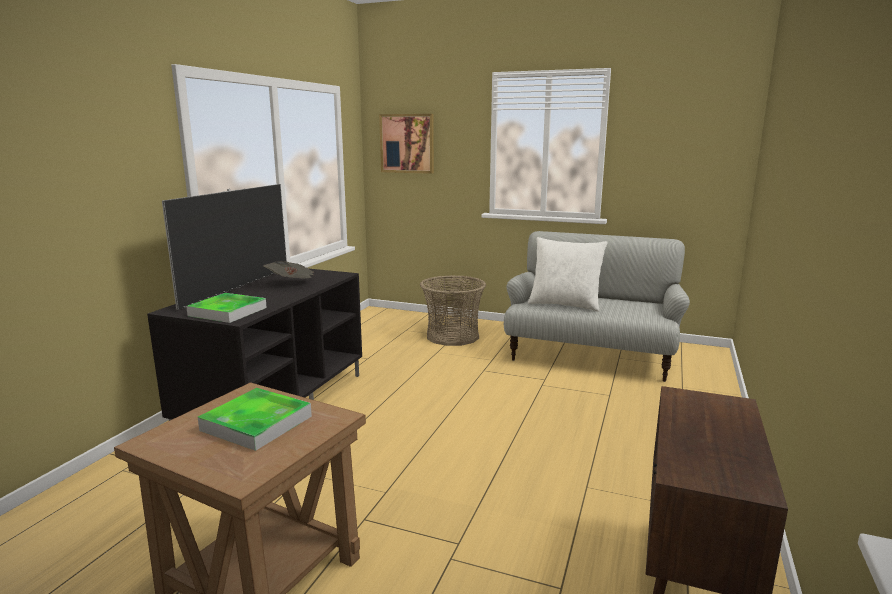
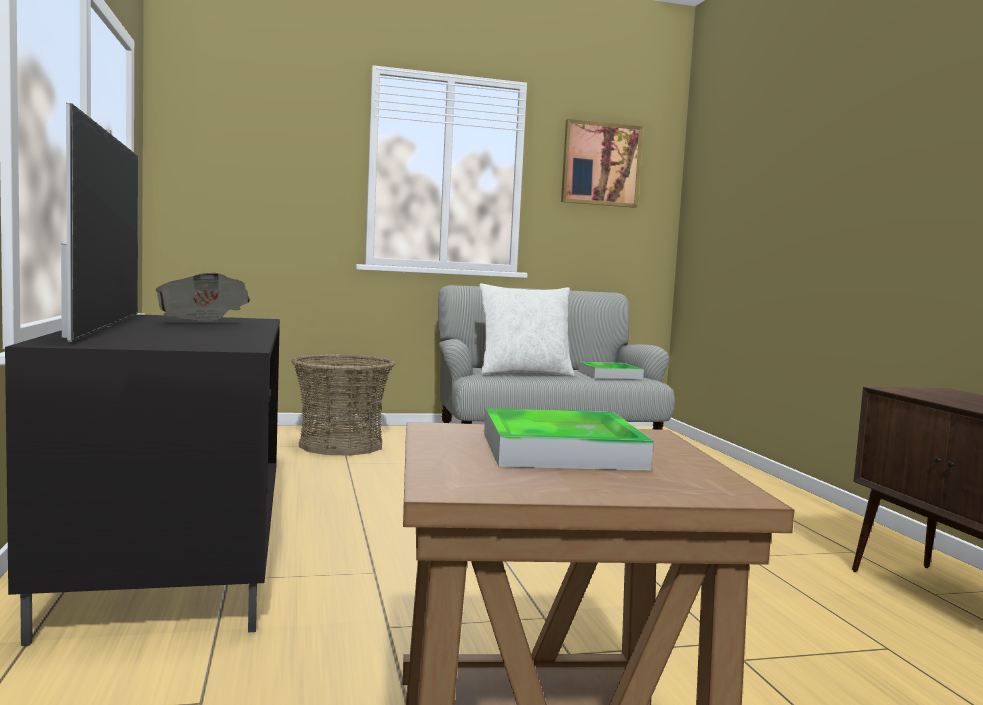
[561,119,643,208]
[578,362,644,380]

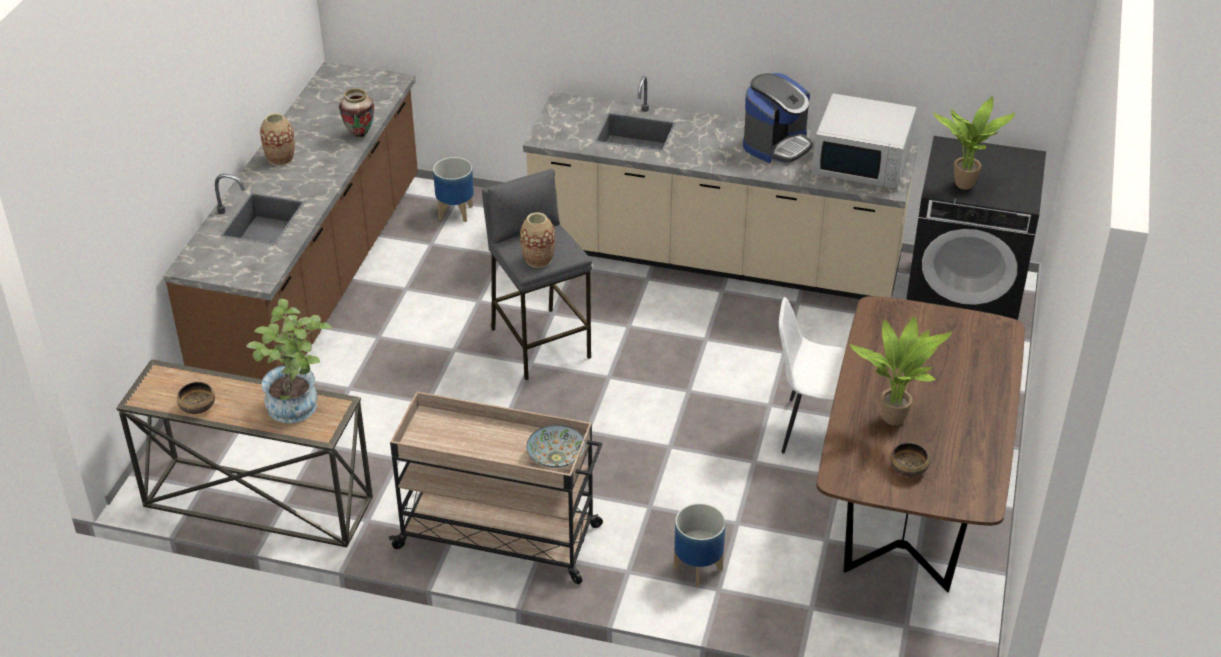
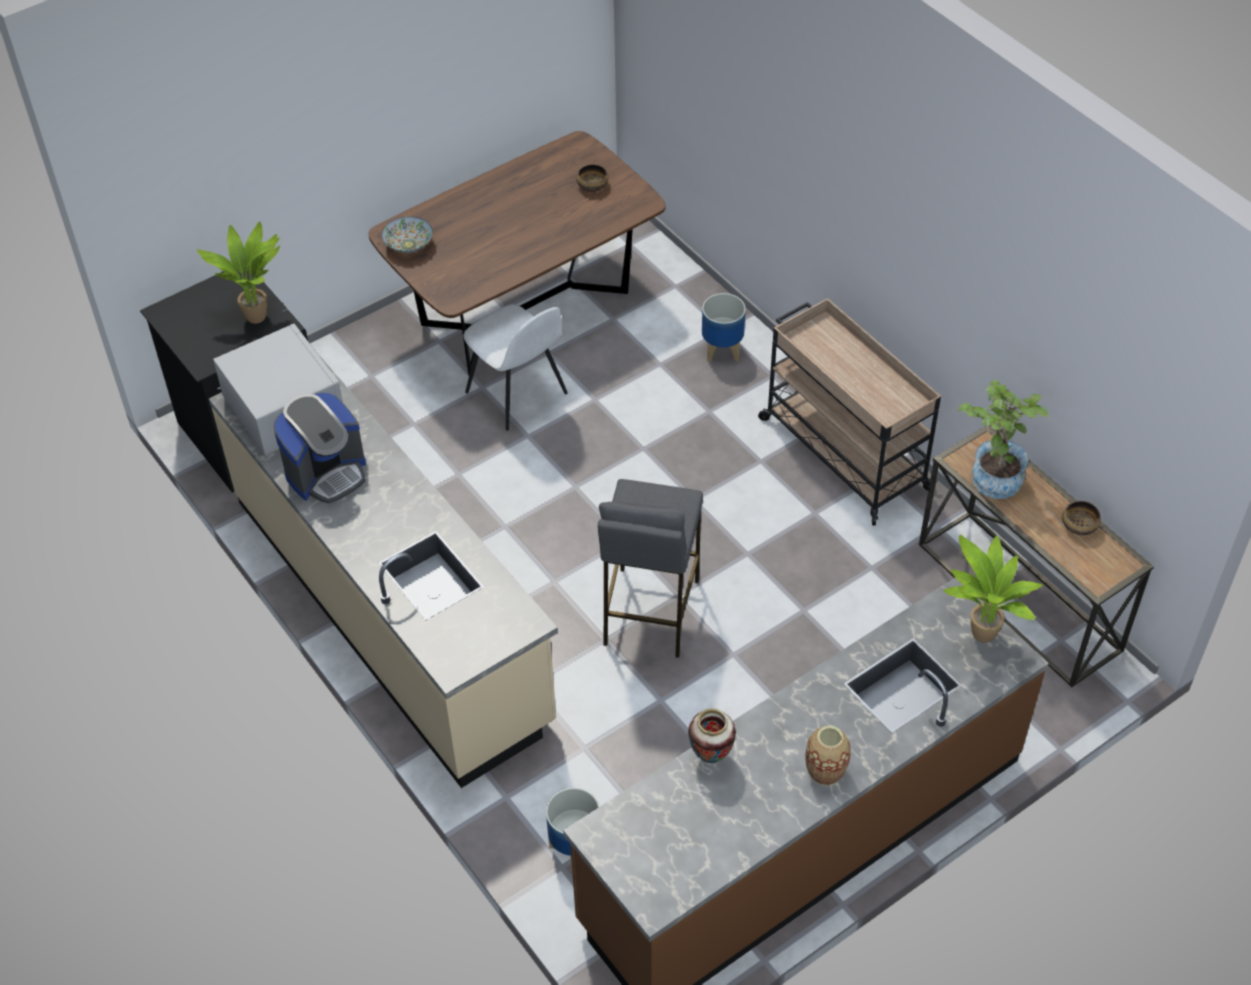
[273,393,366,504]
[382,217,433,253]
[944,535,1043,643]
[520,212,555,268] (first image)

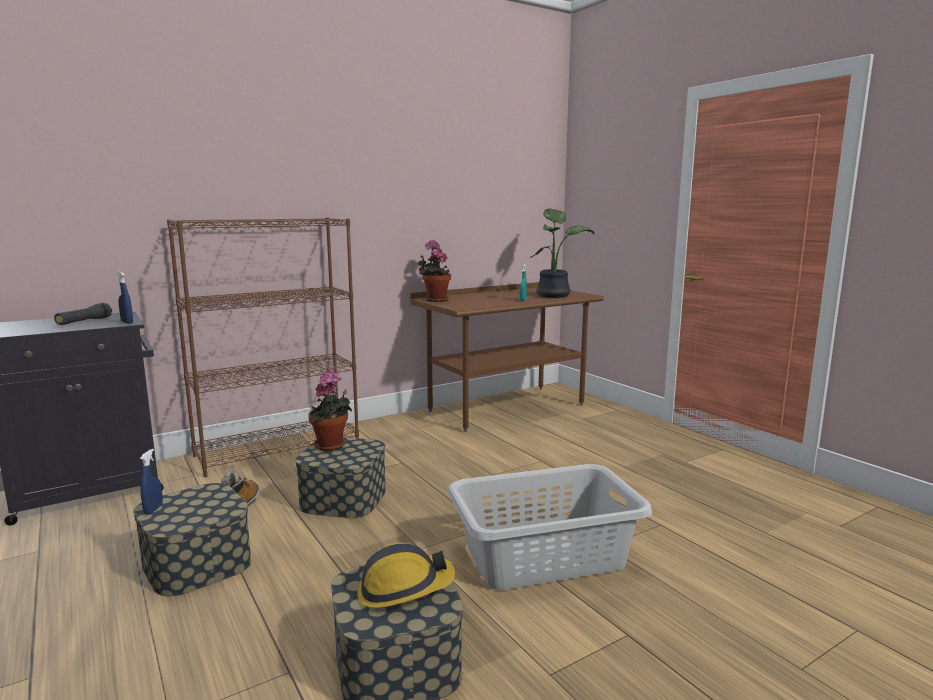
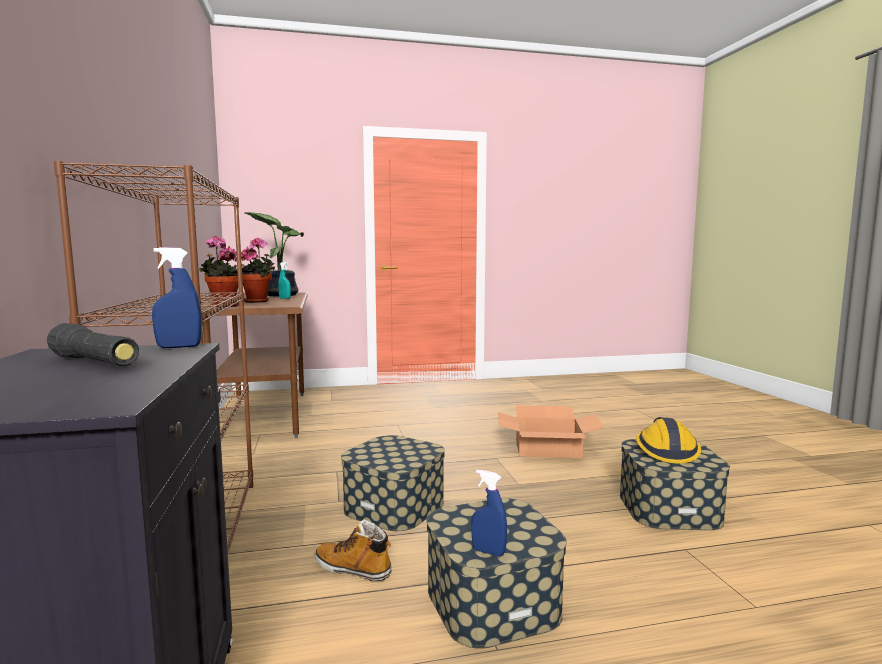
[241,238,275,303]
[498,405,605,458]

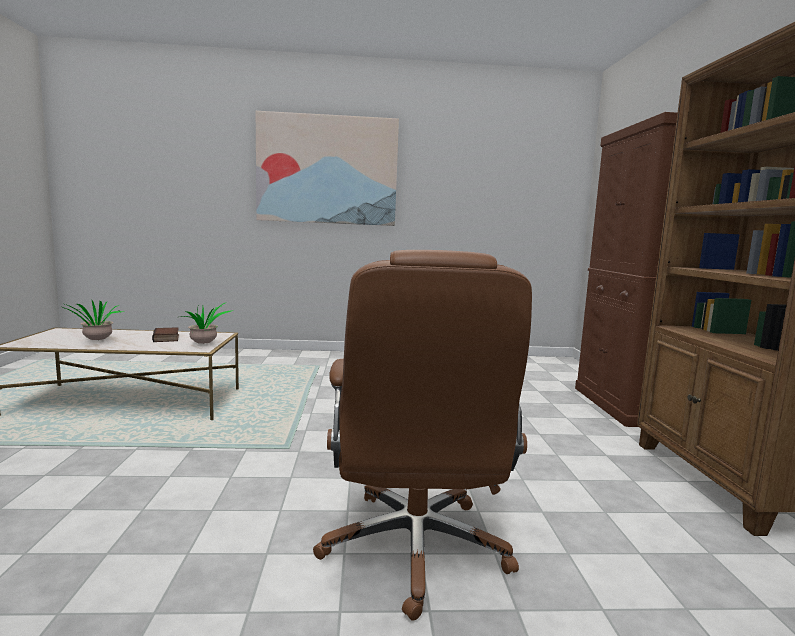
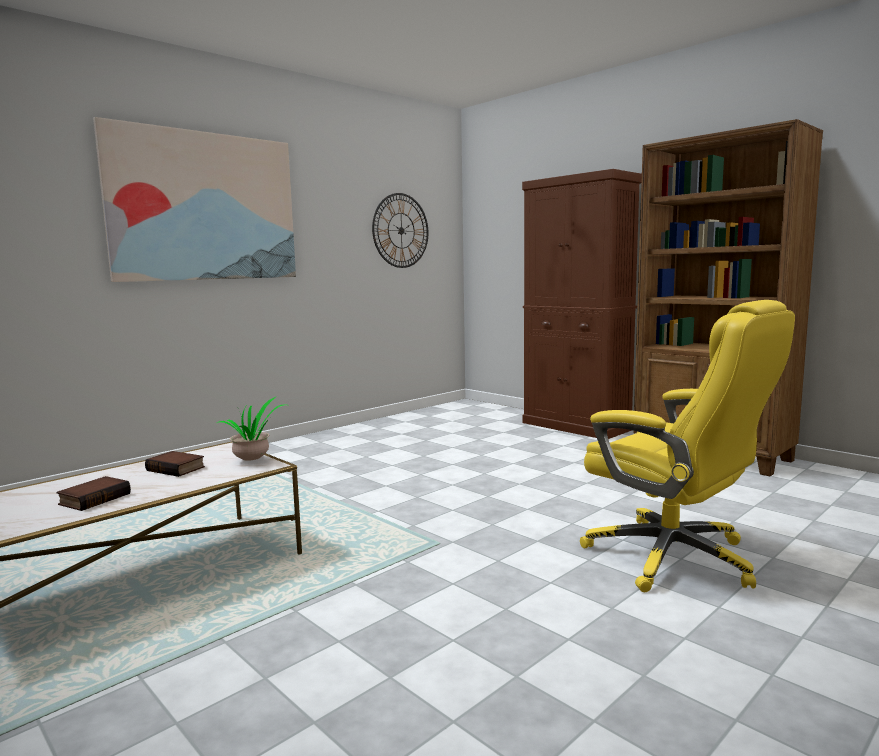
[56,476,131,511]
[372,193,428,268]
[580,300,795,592]

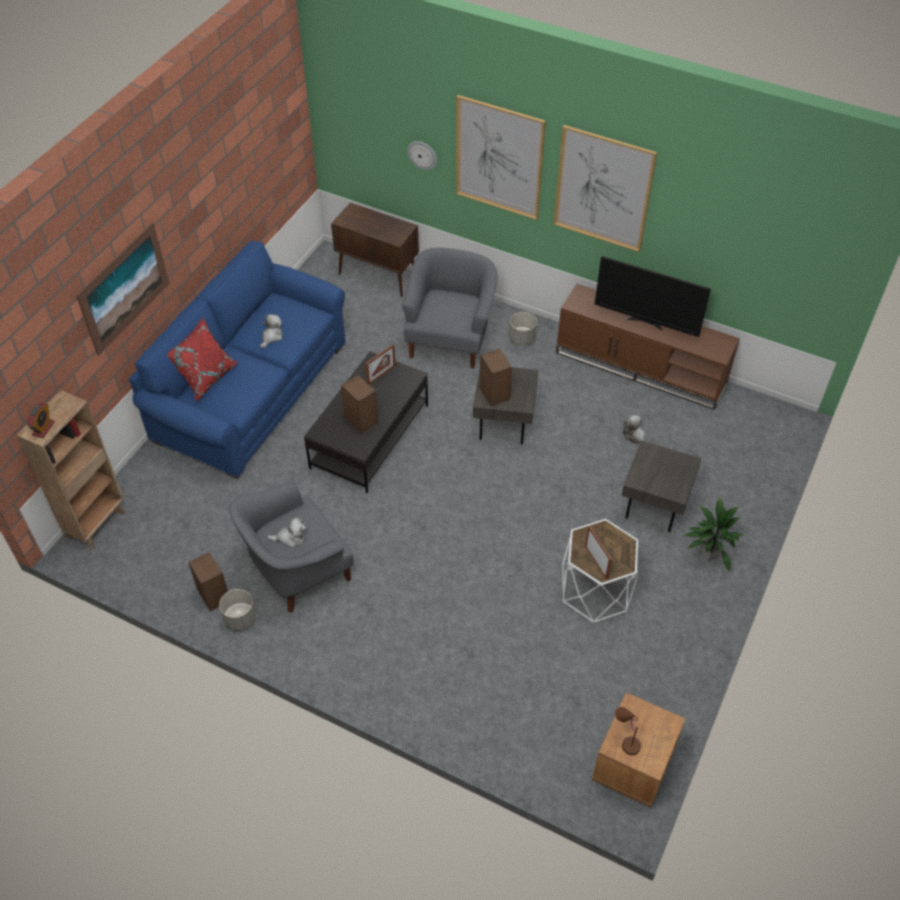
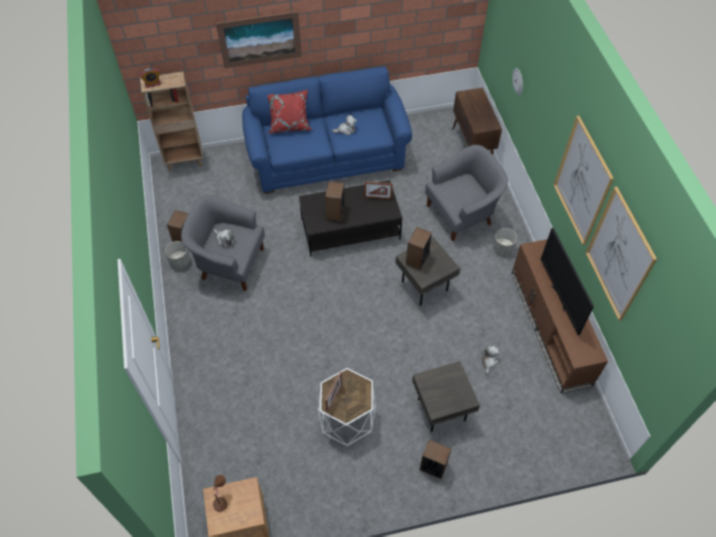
[419,440,451,479]
[586,187,657,321]

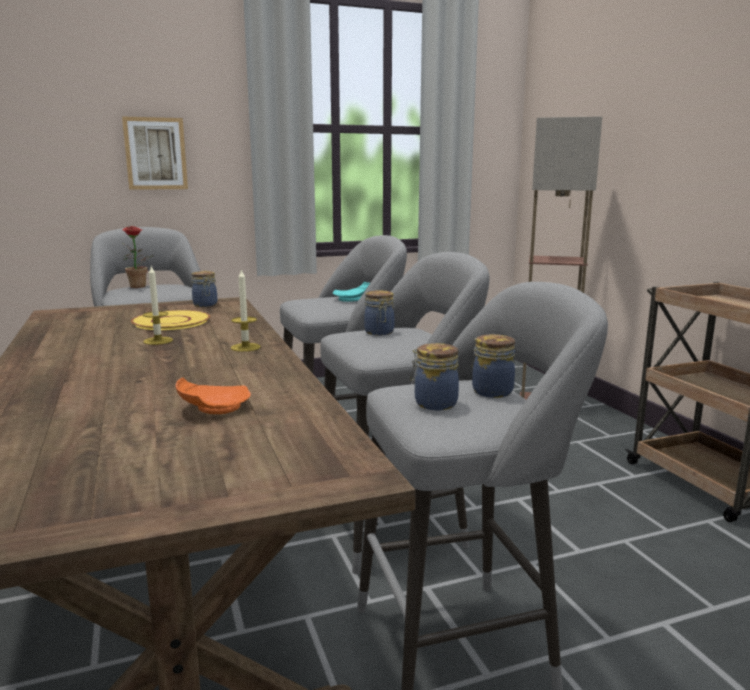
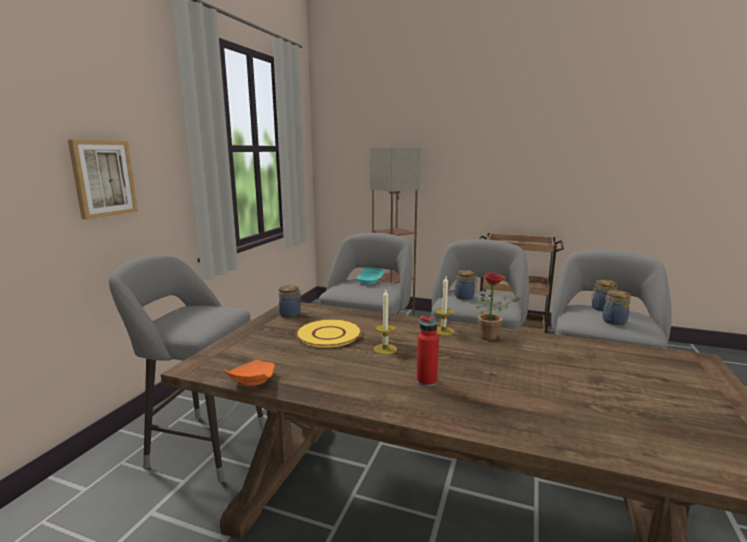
[224,360,275,386]
[417,316,439,387]
[476,272,521,341]

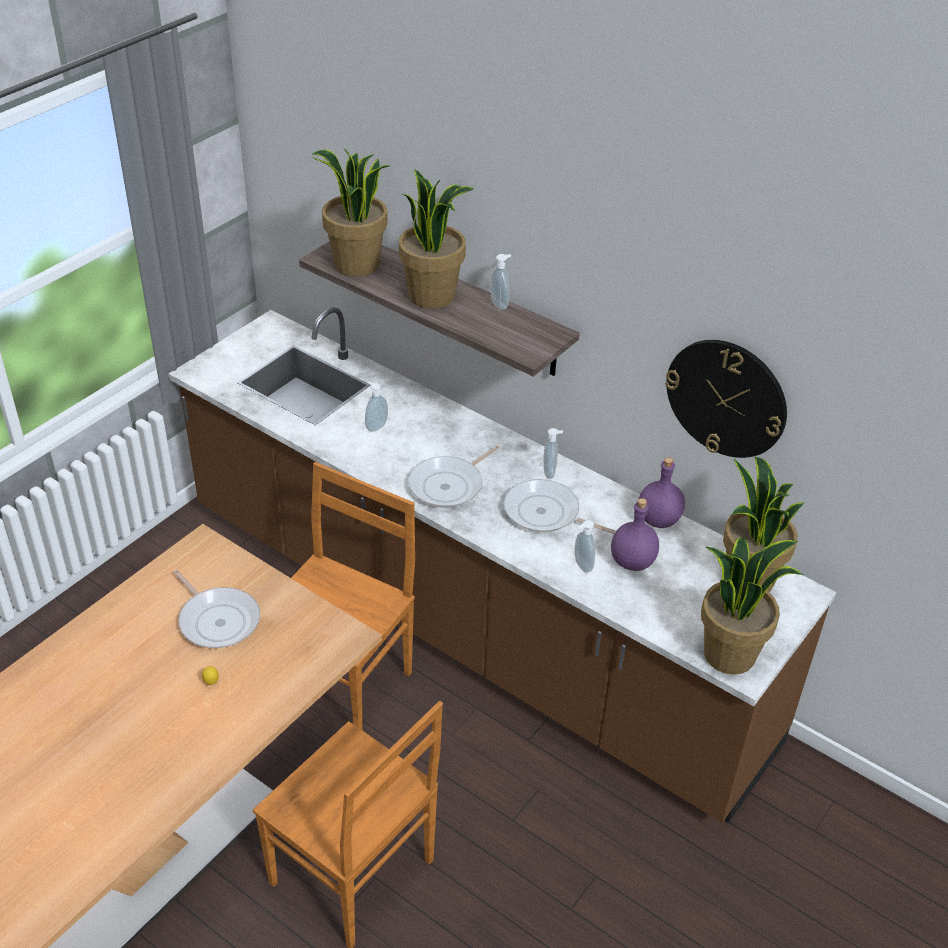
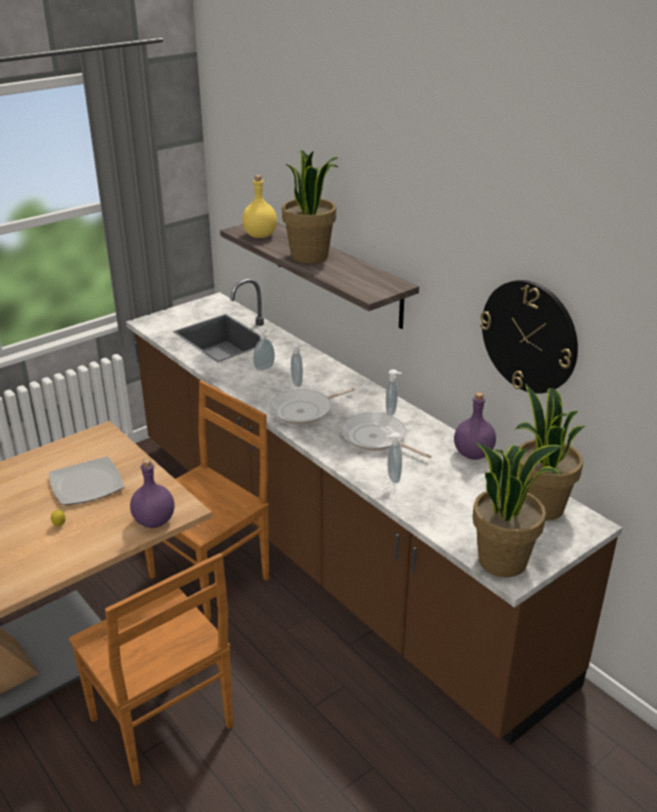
[49,456,124,505]
[130,459,175,528]
[242,175,277,238]
[291,343,304,387]

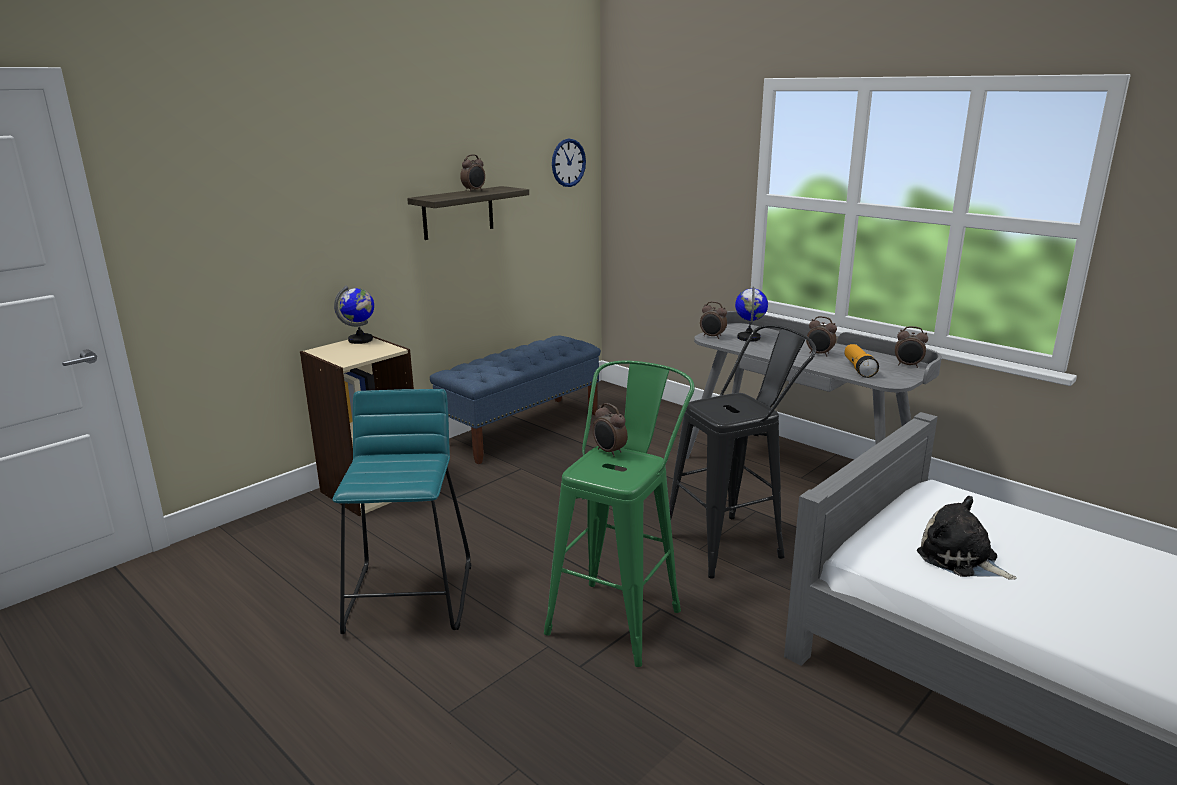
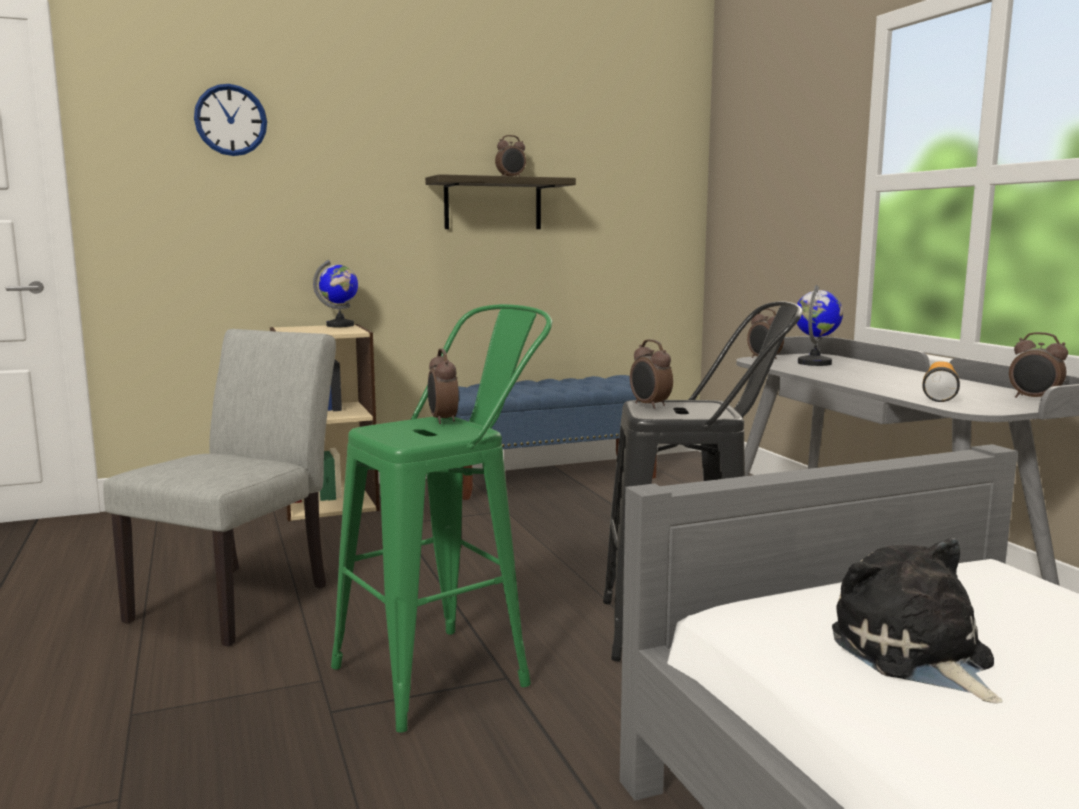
[103,329,336,647]
[194,84,267,156]
[630,339,673,409]

